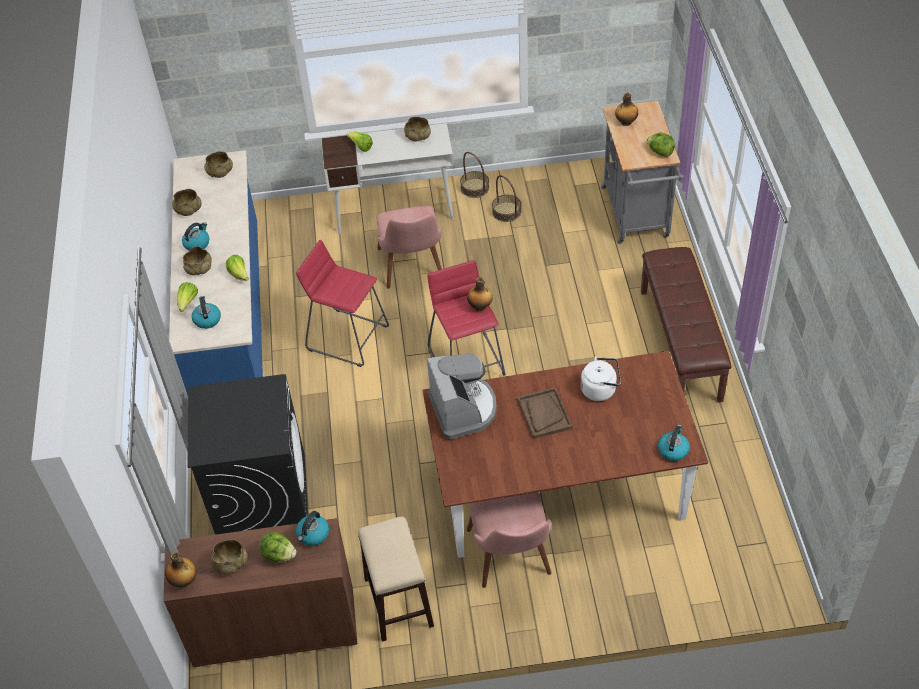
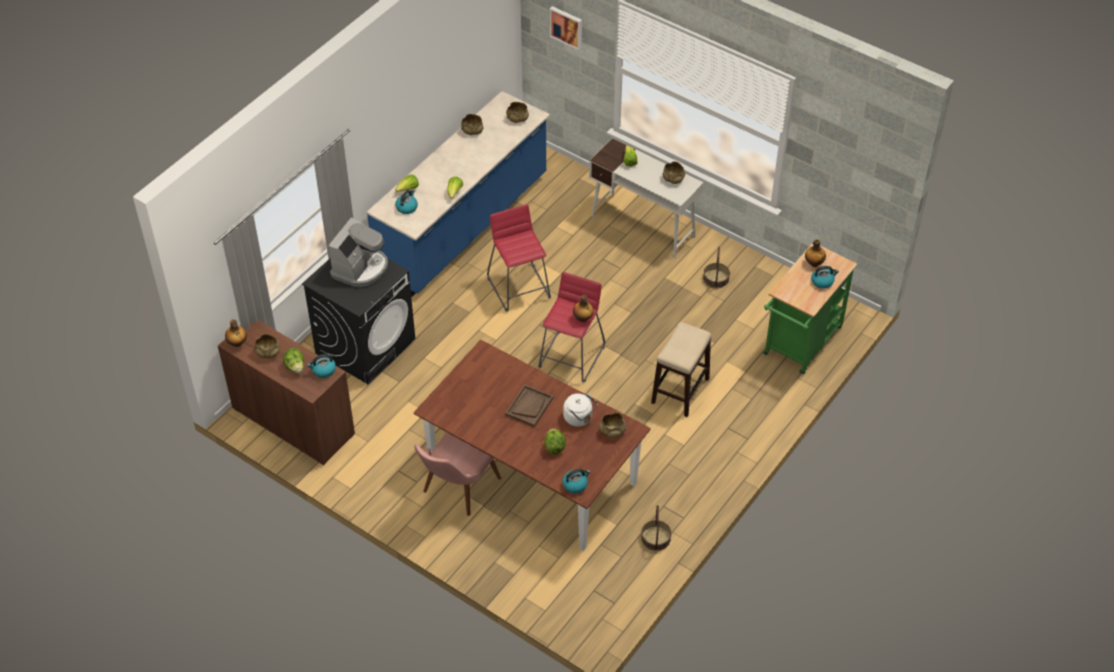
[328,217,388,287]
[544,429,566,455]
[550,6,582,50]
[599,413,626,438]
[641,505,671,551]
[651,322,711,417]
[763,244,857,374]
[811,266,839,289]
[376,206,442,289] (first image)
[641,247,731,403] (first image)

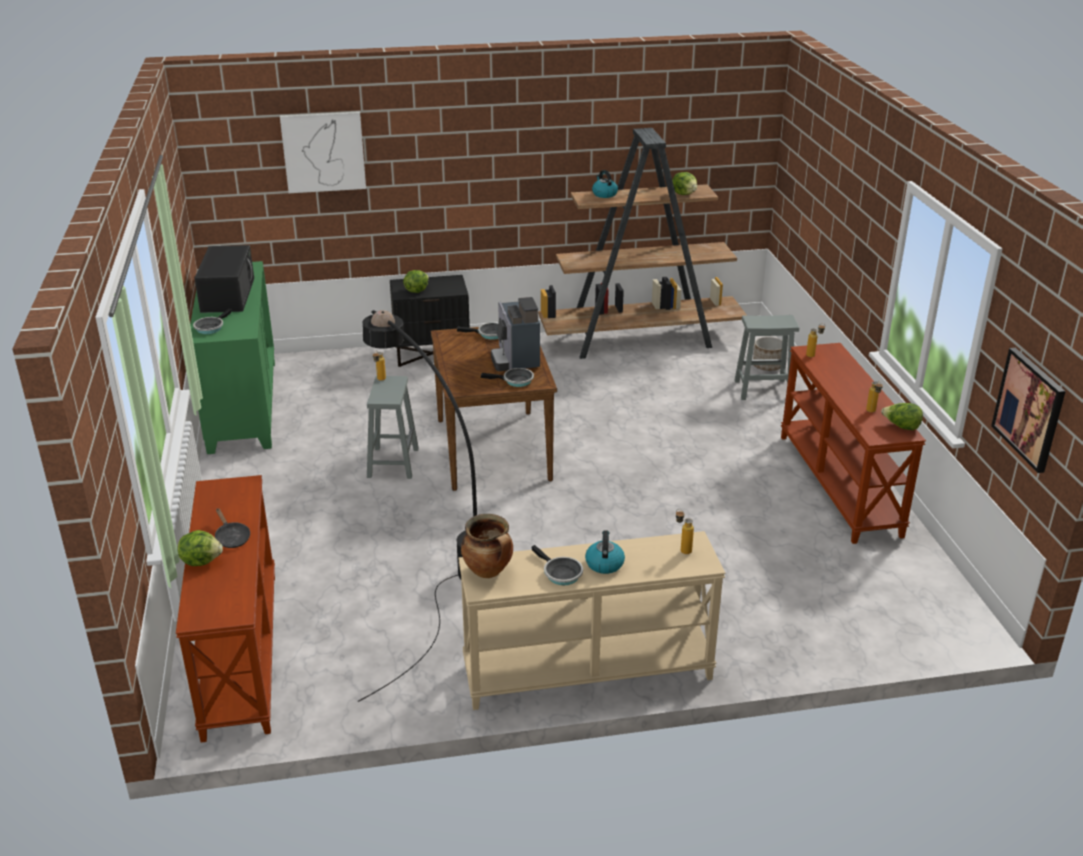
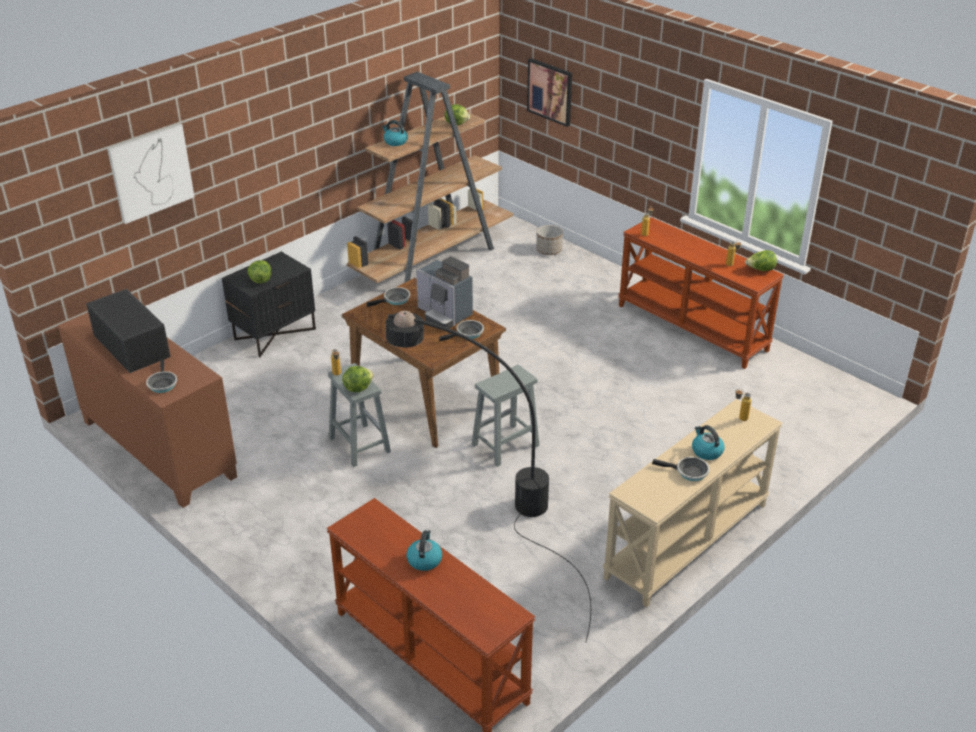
[58,312,237,508]
[342,366,374,392]
[406,530,442,571]
[472,365,539,467]
[527,58,572,127]
[461,514,513,578] (first image)

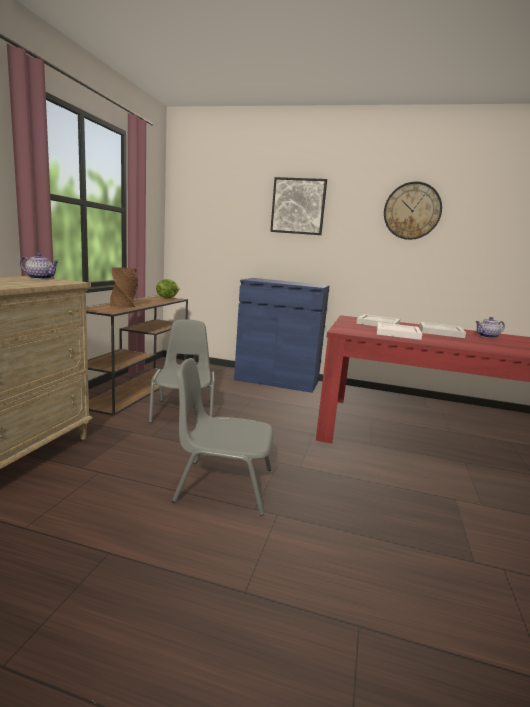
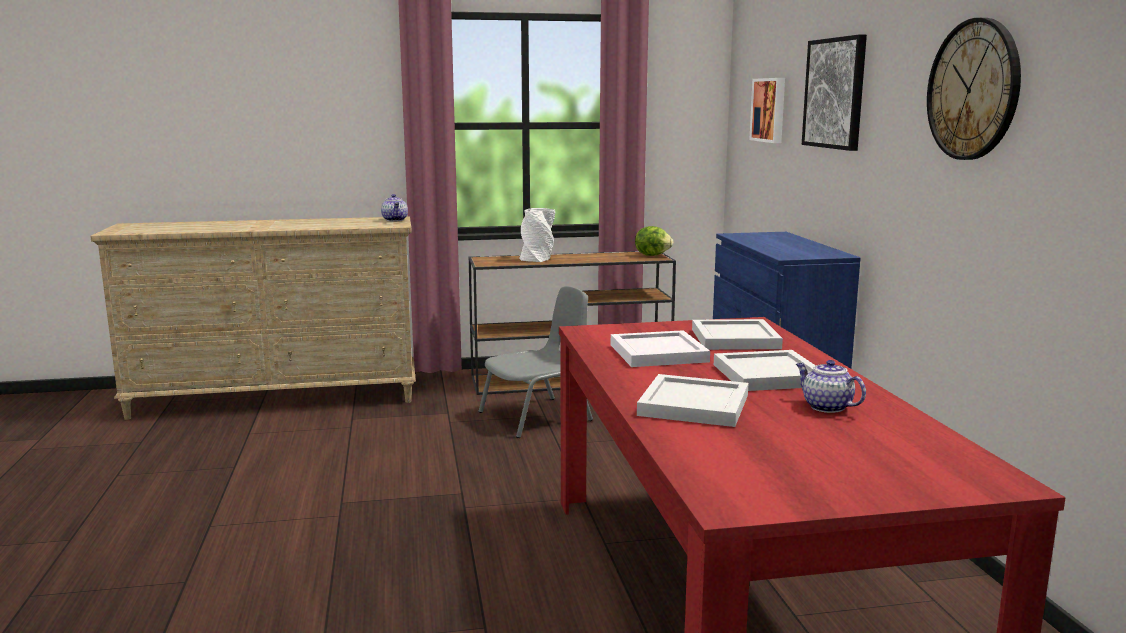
[519,208,555,262]
[637,374,749,427]
[749,78,785,143]
[172,358,273,516] (first image)

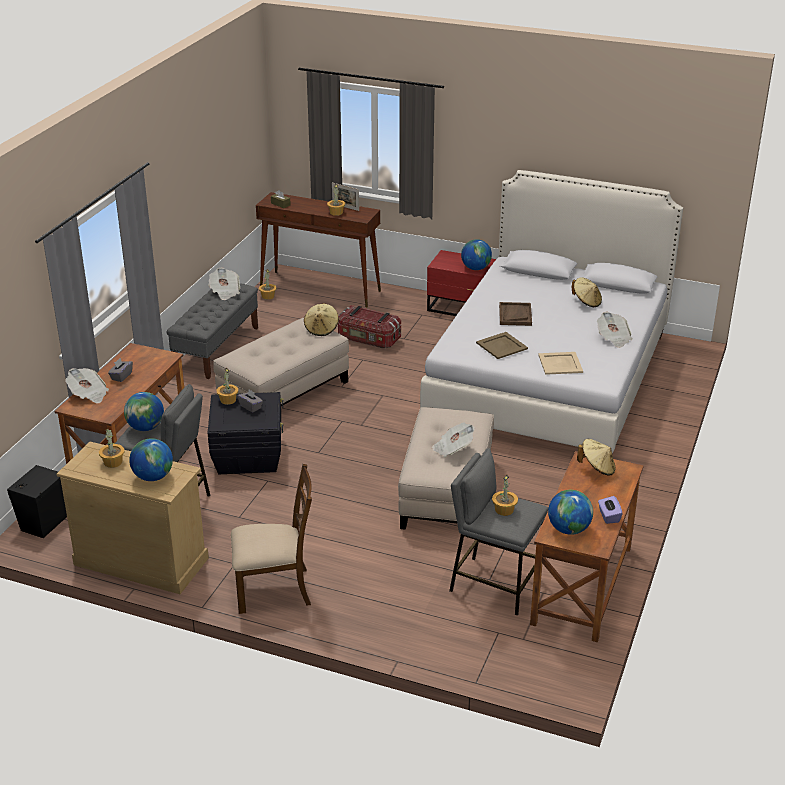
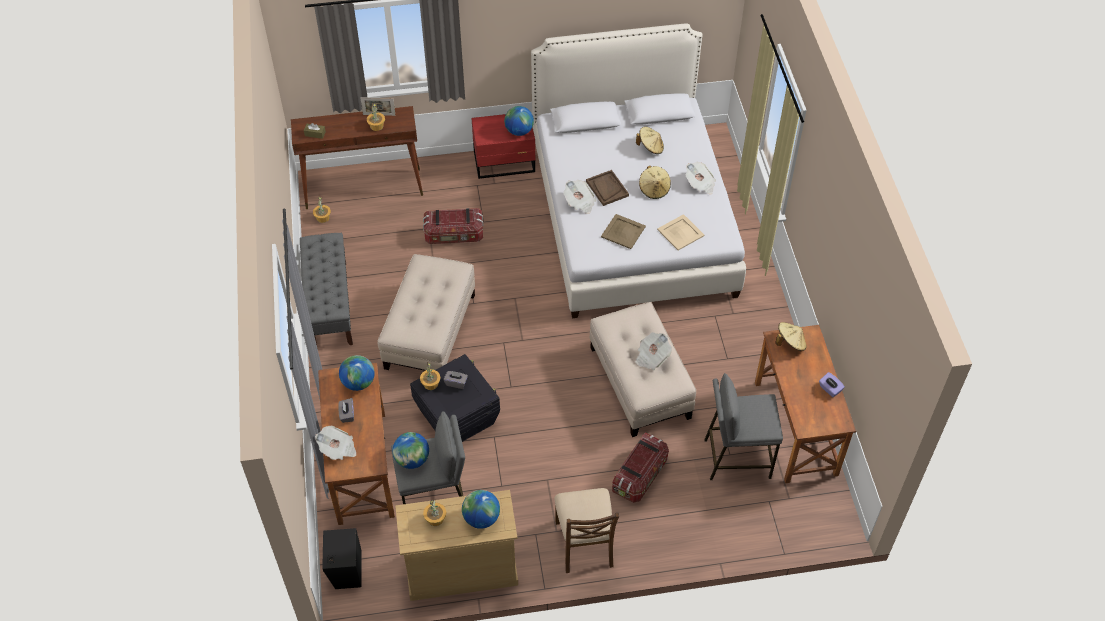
[339,355,375,391]
[554,488,619,573]
[563,180,596,214]
[612,433,669,503]
[639,166,671,199]
[492,475,518,516] (first image)

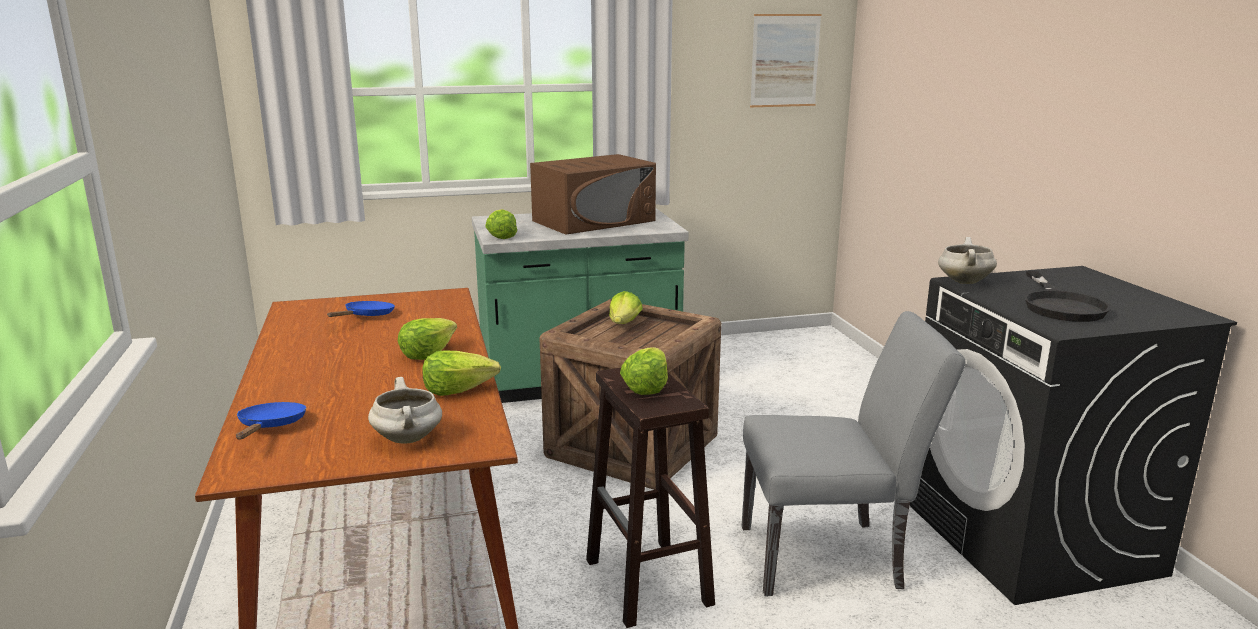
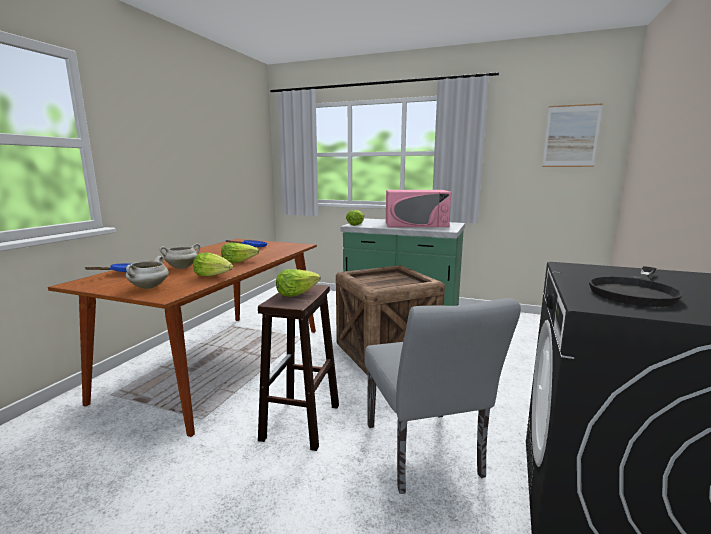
[160,243,200,269]
[365,298,521,494]
[386,190,451,227]
[609,291,643,324] (first image)

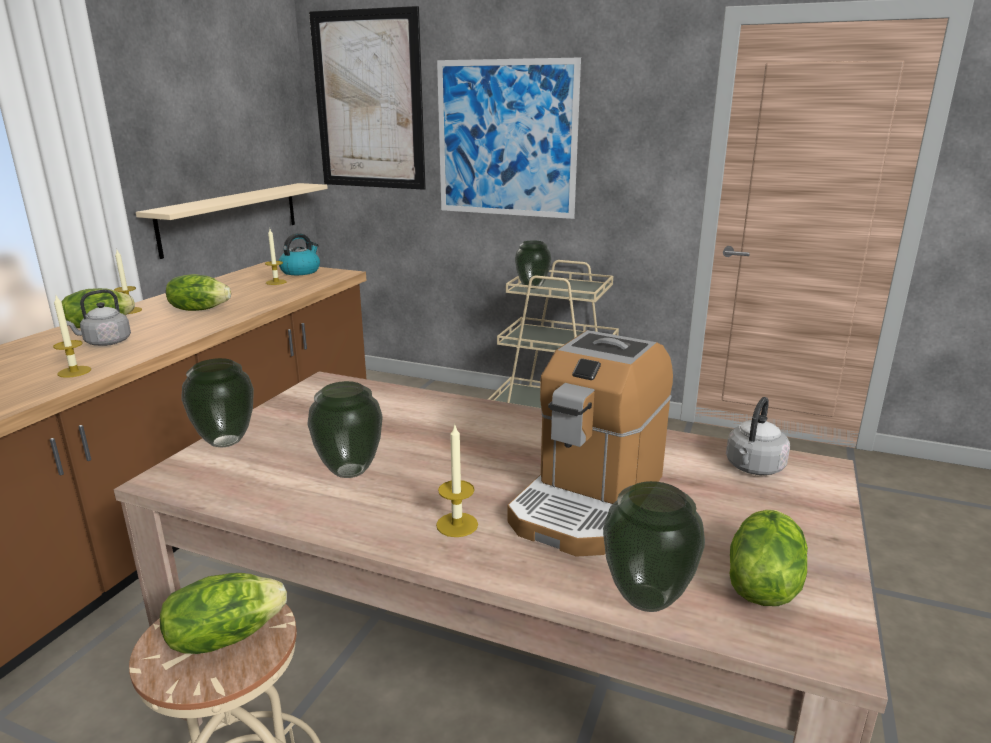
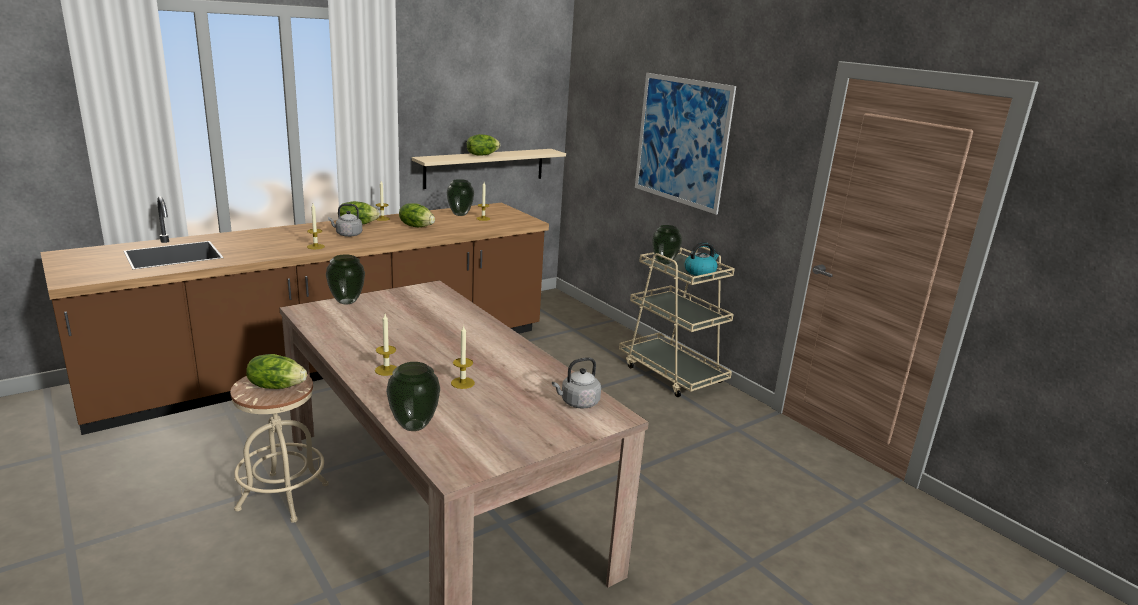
[447,179,474,216]
[451,325,475,389]
[466,134,500,155]
[684,242,720,277]
[309,6,426,190] (first image)

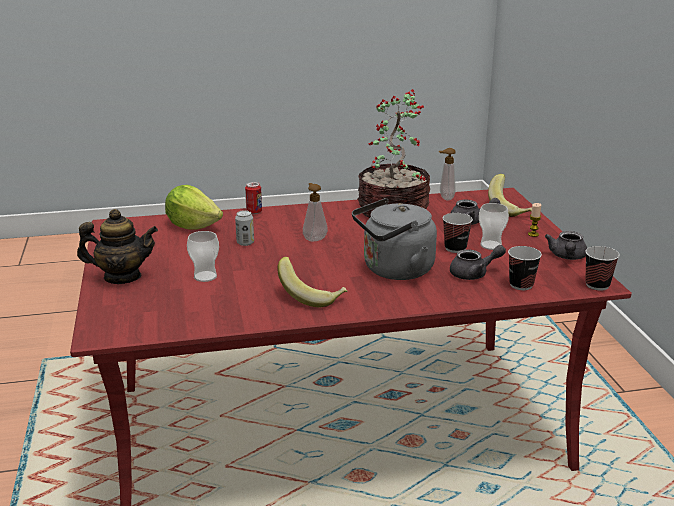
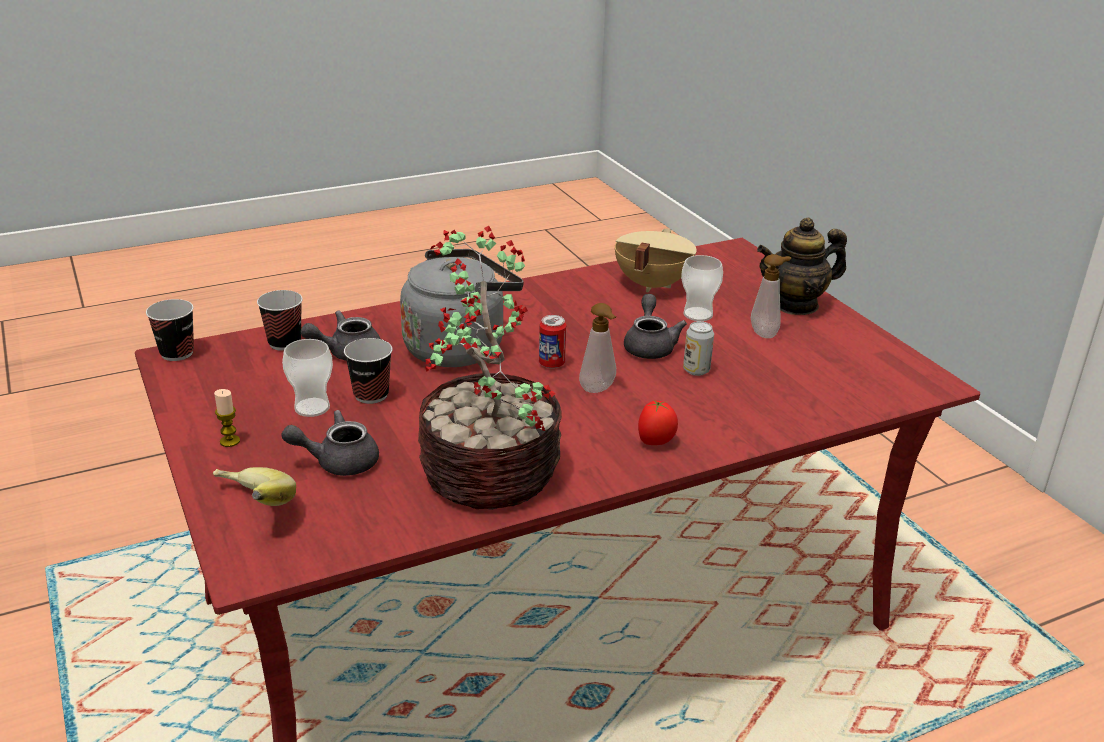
[539,315,566,369]
[615,228,697,292]
[624,294,687,359]
[638,400,678,445]
[751,254,791,338]
[165,185,223,230] (first image)
[277,257,348,307] (first image)

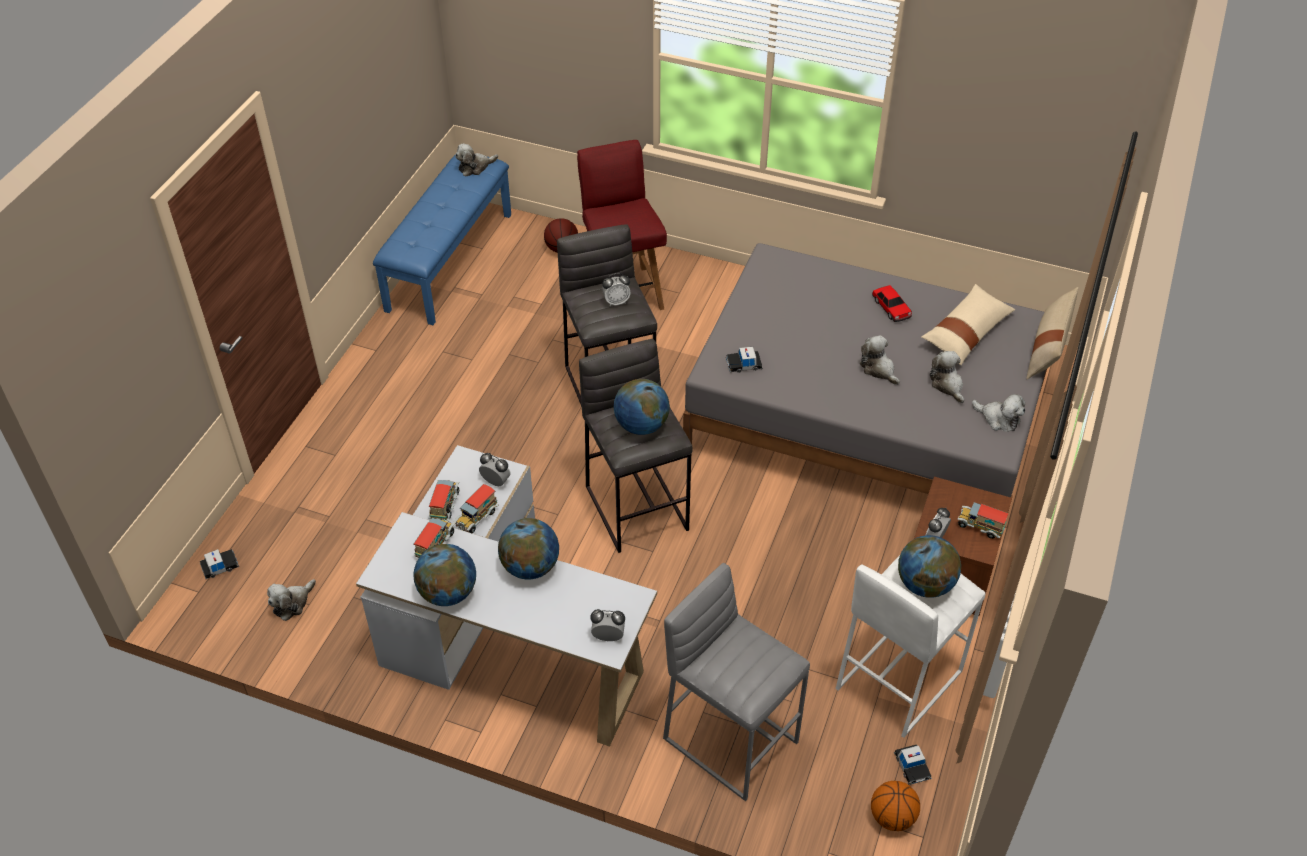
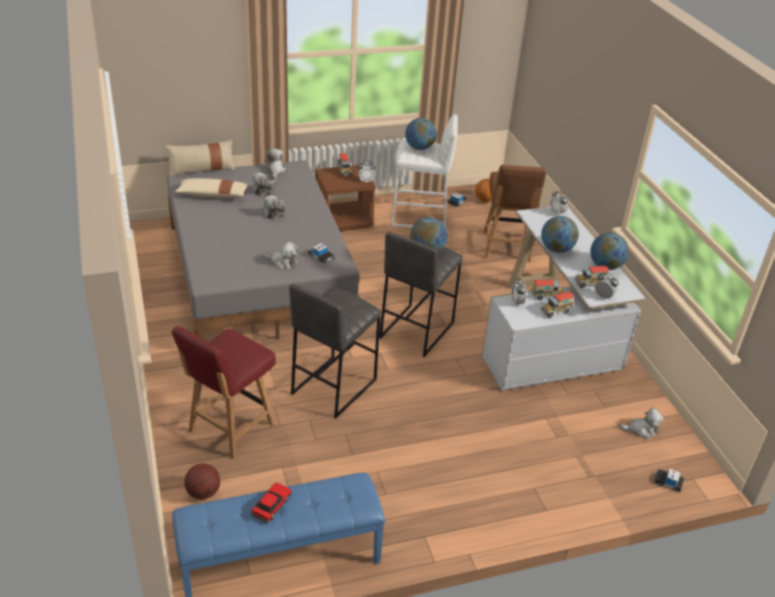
[251,482,292,523]
[264,242,298,269]
[483,165,546,262]
[595,273,618,299]

